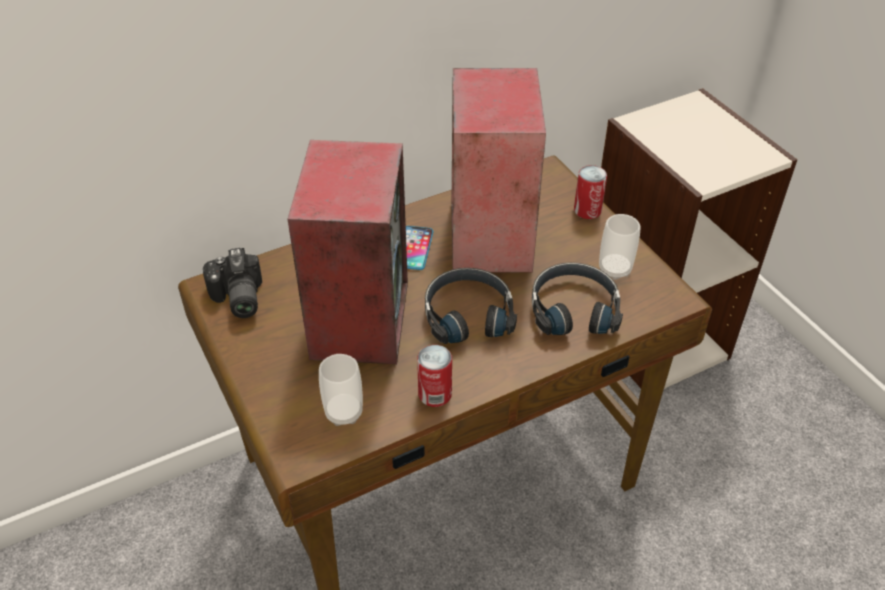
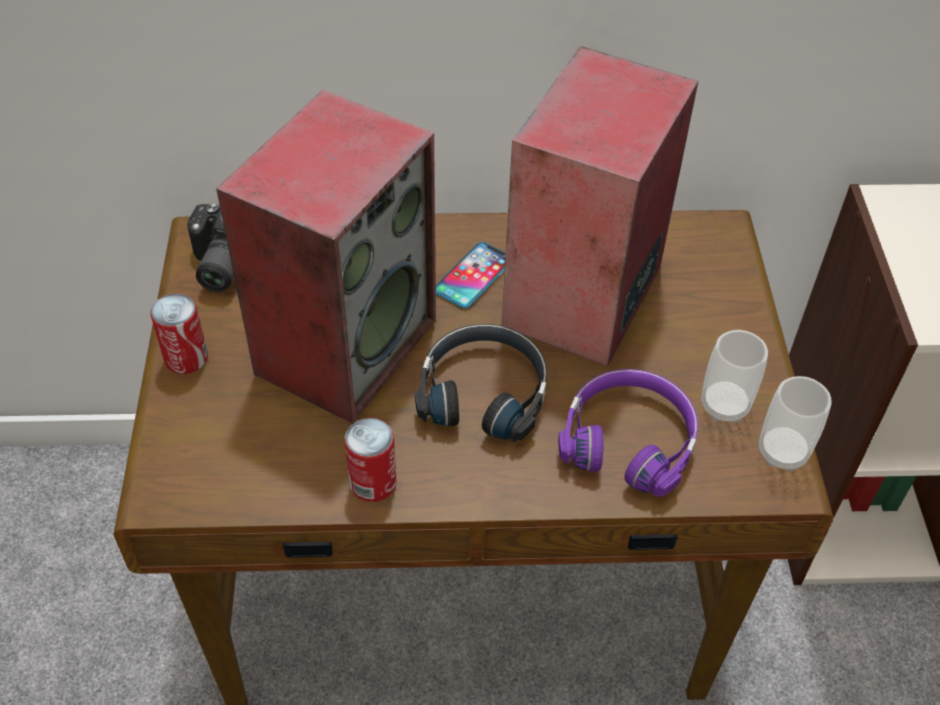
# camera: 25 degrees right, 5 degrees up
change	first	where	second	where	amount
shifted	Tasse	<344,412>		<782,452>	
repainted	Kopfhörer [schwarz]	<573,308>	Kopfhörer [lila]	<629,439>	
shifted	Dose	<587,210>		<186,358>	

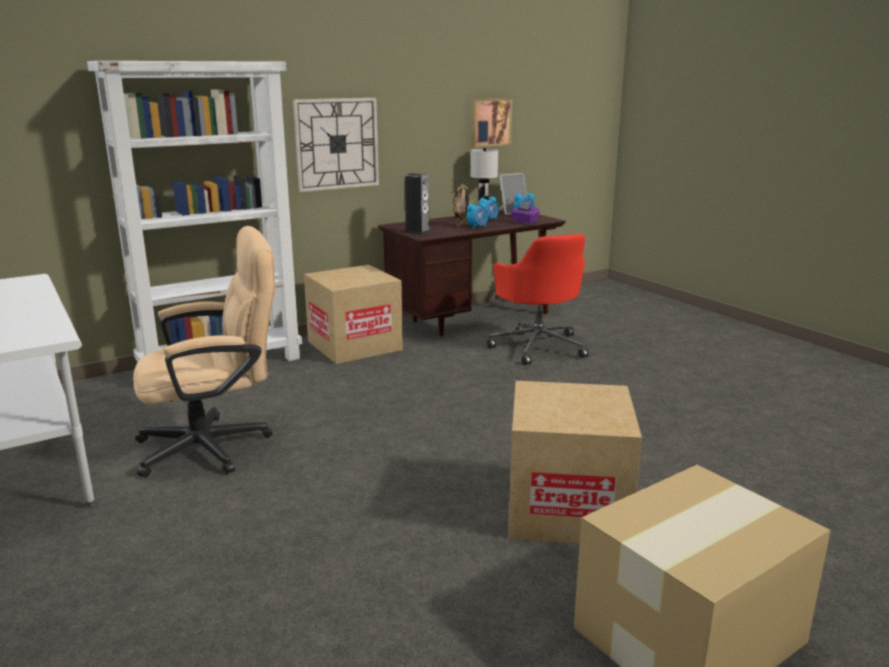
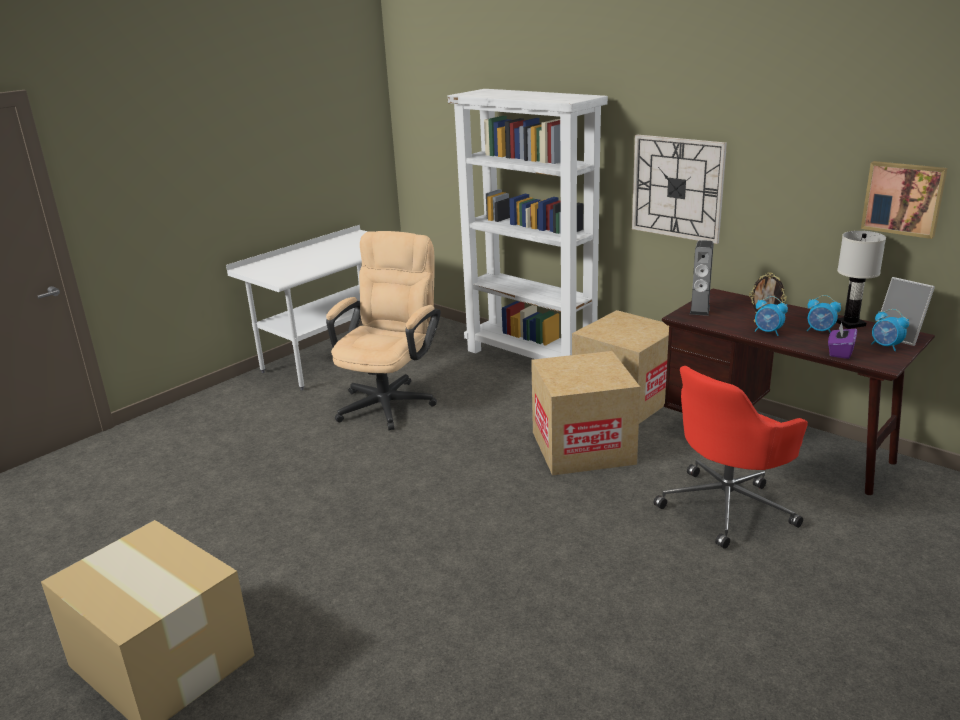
# camera: 75 degrees right, 5 degrees up
change	first	where	second	where	amount
rotated	Bürostuhl [beige]	<216,445>		<390,401>	120 degrees counterclockwise
shifted	Karton	<566,509>		<582,448>	

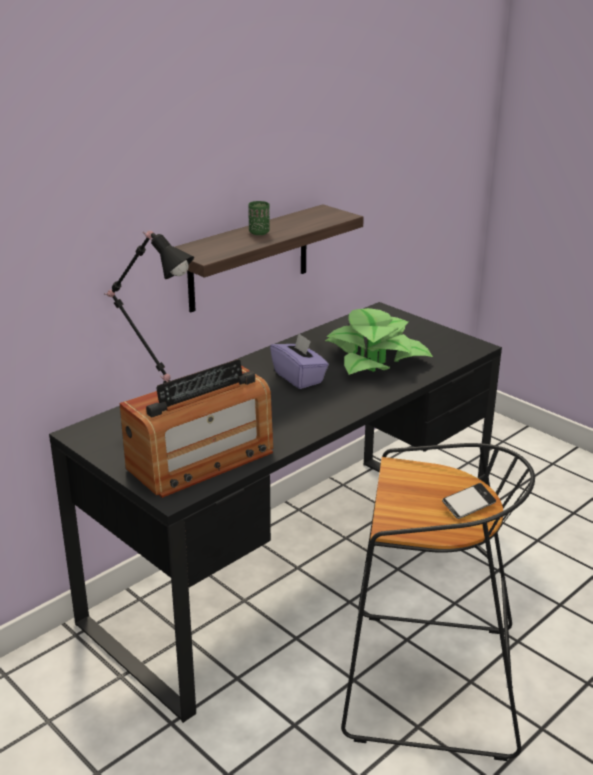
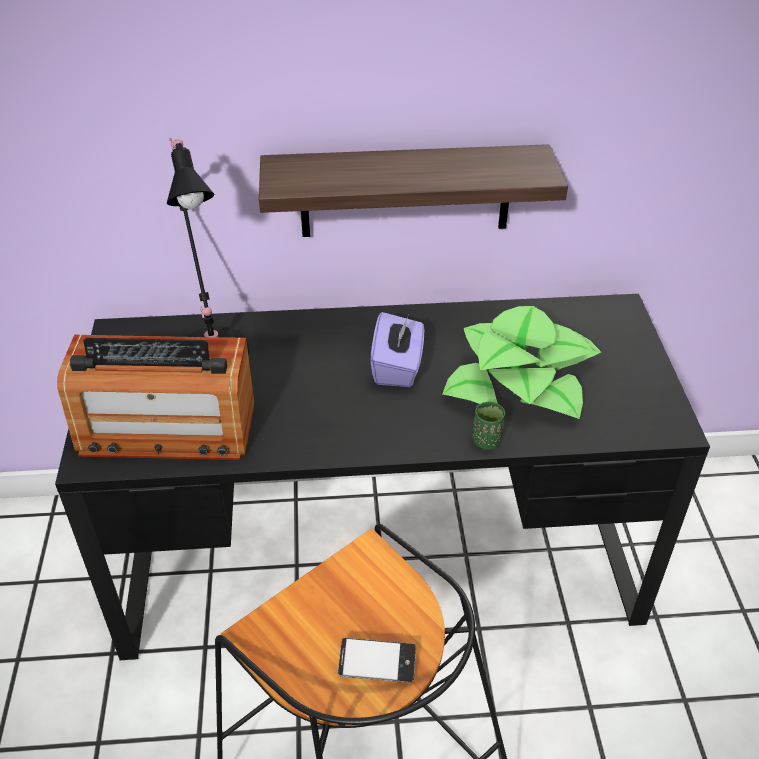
# camera: 40 degrees right, 15 degrees up
change	first	where	second	where	amount
shifted	Tasse [grün]	<259,233>		<486,441>	

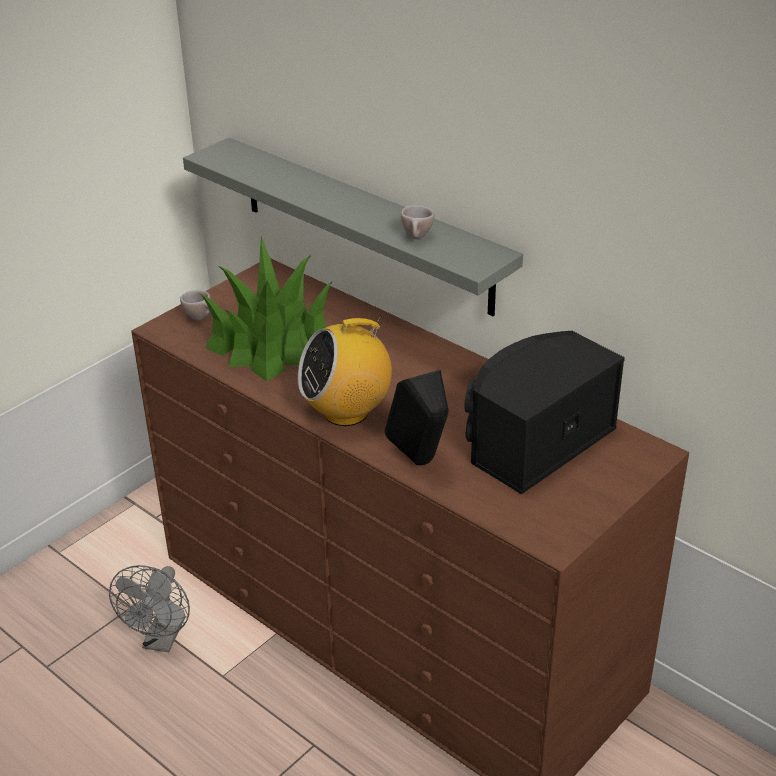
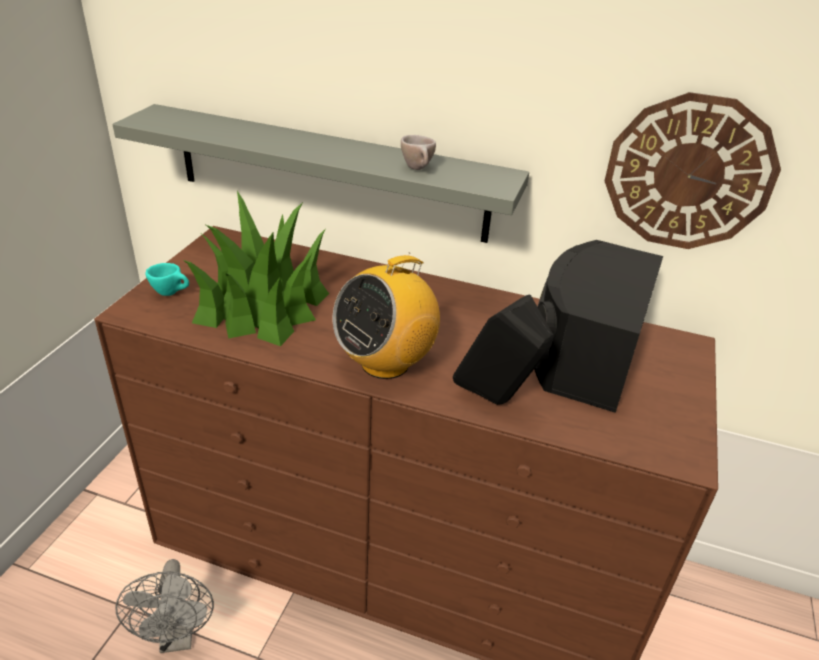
# camera: 25 degrees left, 0 degrees up
change	first	where	second	where	amount
repainted	Tasse [beige]	<201,318>	Tasse [türkis]	<172,293>	
new			Wanduhr	<688,173>	

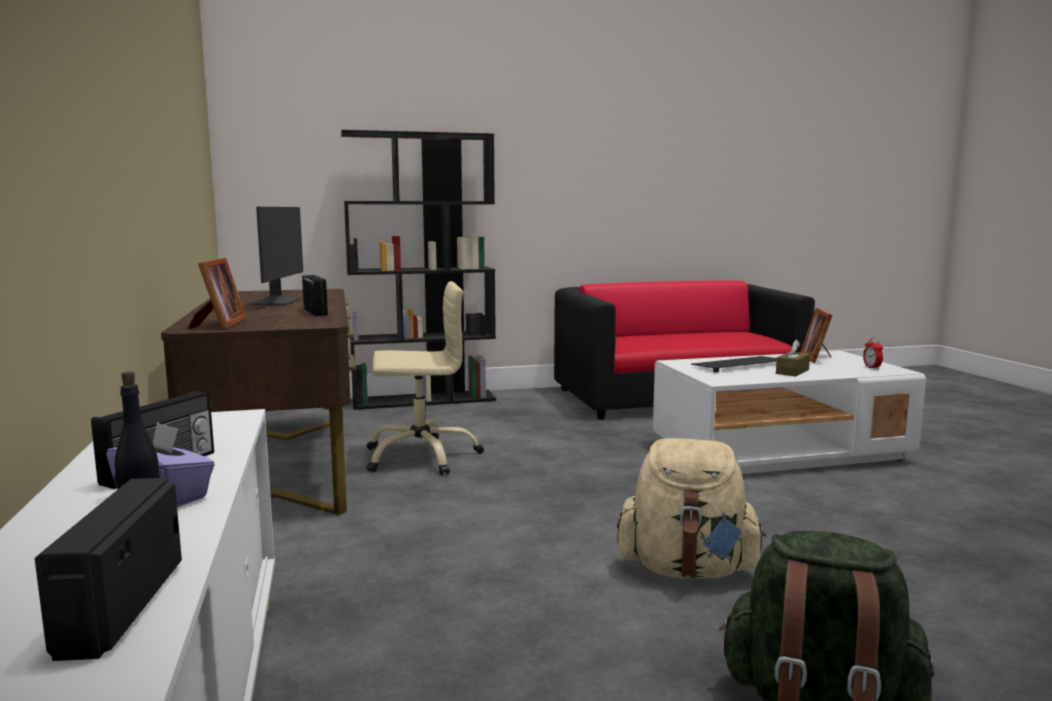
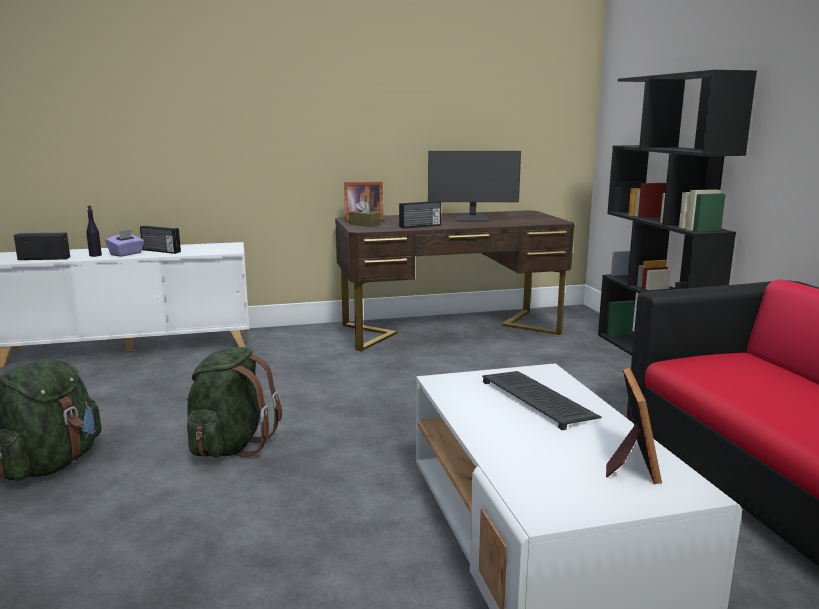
# camera: 90 degrees right, 5 degrees up
change	first	where	second	where	amount
gone	Bürostuhl [beige]	<421,456>			
repainted	Rucksack [beige]	<687,569>	Rucksack [grün]	<231,446>	
shifted	Taschentuchbox [braun]	<792,372>		<364,224>	
rotated	Bilderrahmen	<818,358>		<630,463>	90 degrees clockwise
gone	Wecker	<872,368>			

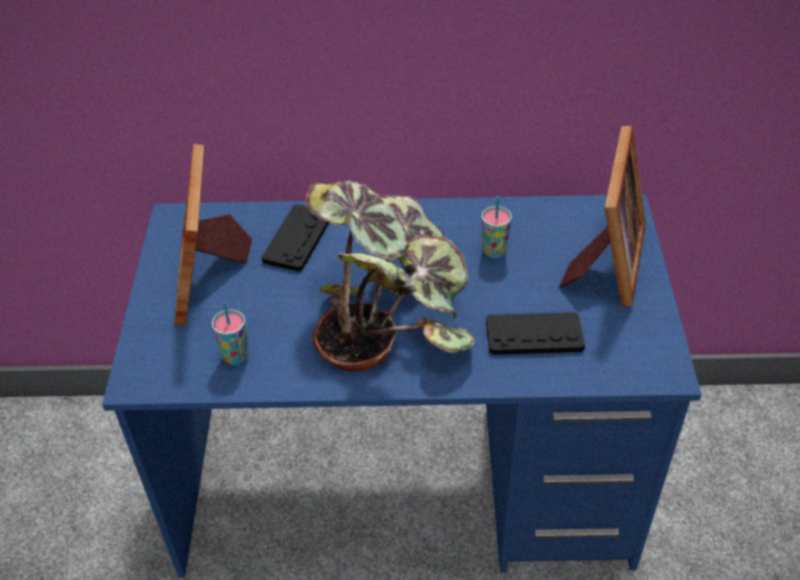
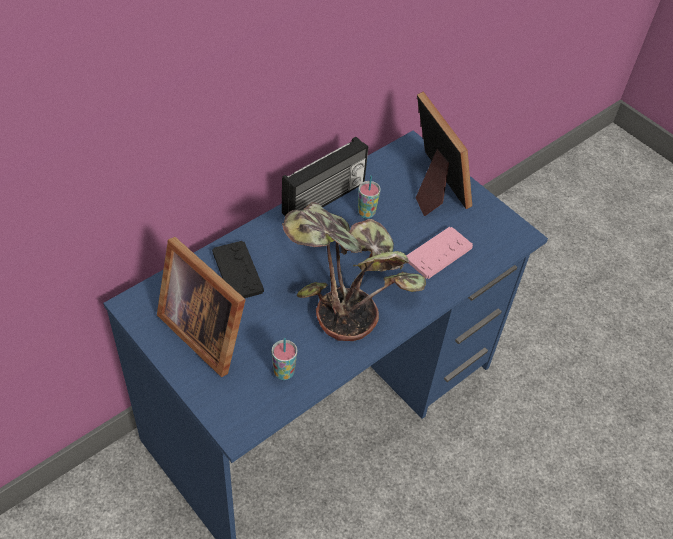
# camera: 45 degrees left, 5 degrees up
change	first	where	second	where	amount
repainted	Gamepad [schwarz]	<534,335>	Gamepad [rosa]	<438,253>	
new			Radio	<324,199>	

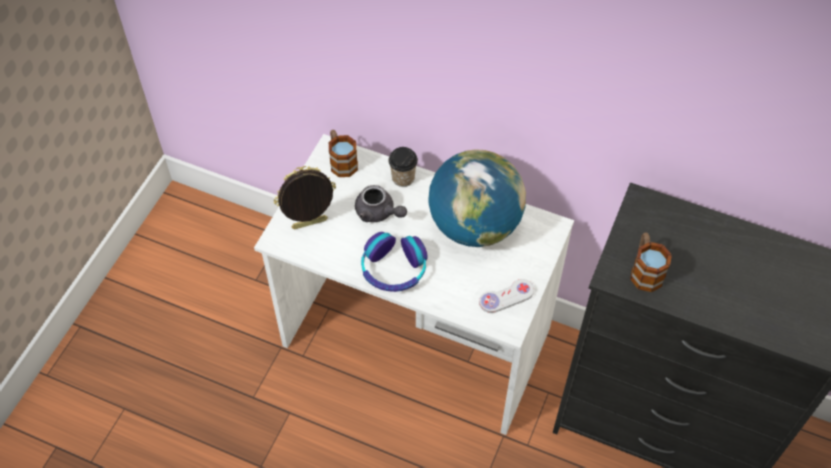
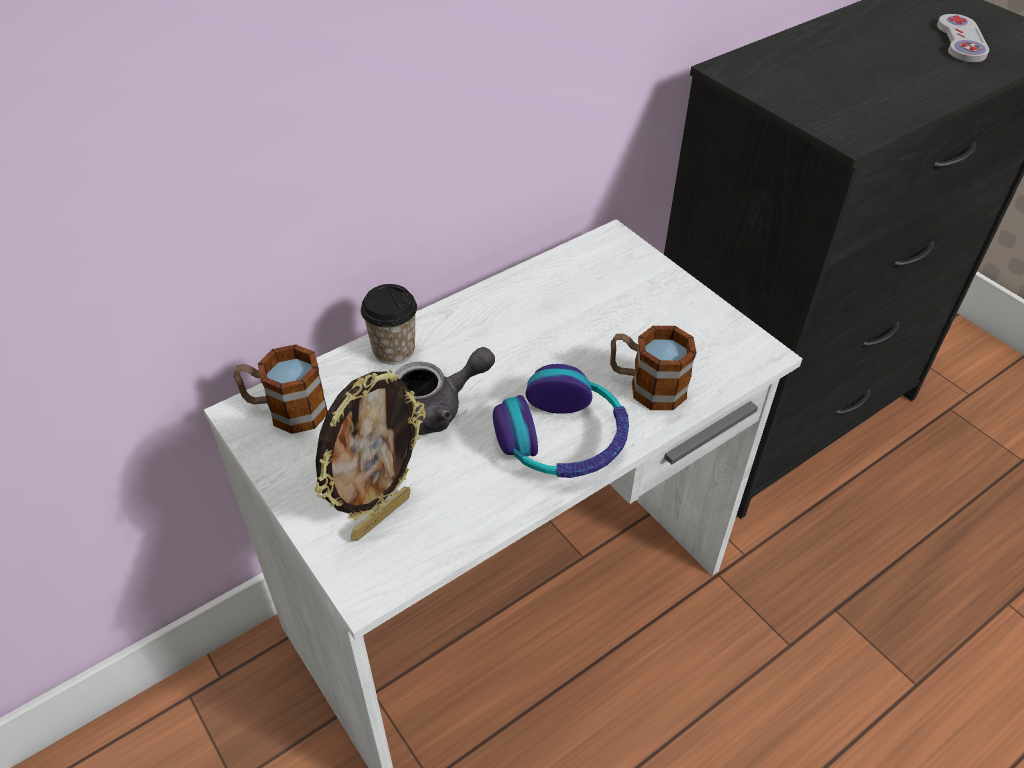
# camera: 60 degrees left, 10 degrees down
change	first	where	second	where	amount
rotated	Bilderrahmen	<310,225>		<380,515>	150 degrees counterclockwise
gone	Globus	<474,225>			
shifted	Gamepad [weiß]	<506,297>		<961,40>	
shifted	Henkelbecher	<645,270>		<646,386>	

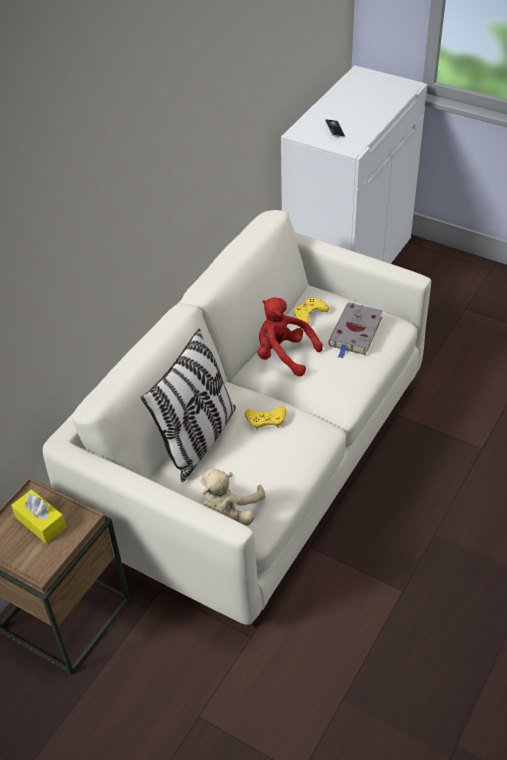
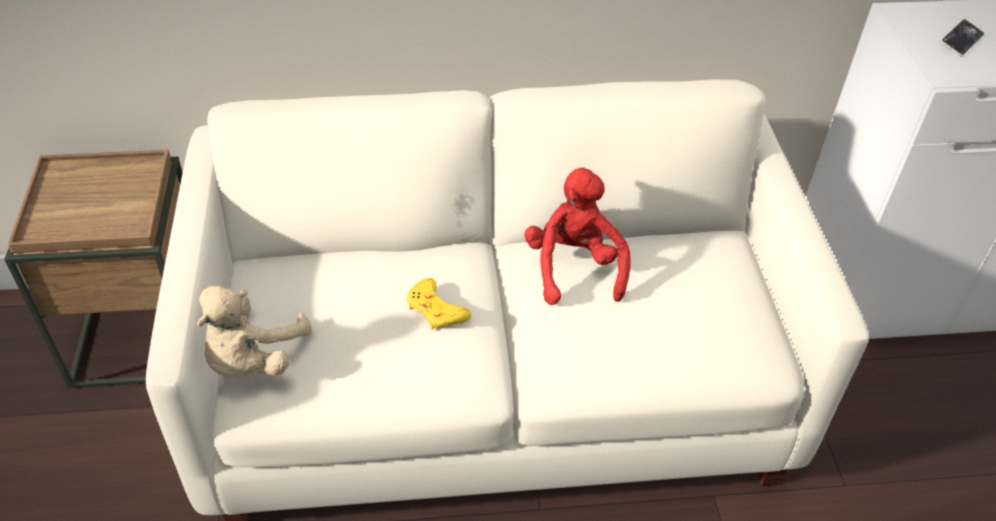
# camera: 50 degrees right, 0 degrees up
change	first	where	second	where	amount
gone	Taschentuchbox [gelb]	<40,522>			
gone	Kissen	<198,440>			
rotated	Plüschtier [beige]	<228,513>		<253,359>	60 degrees counterclockwise
gone	Gamepad [gelb]	<309,314>			
gone	Buch [grau]	<355,333>			

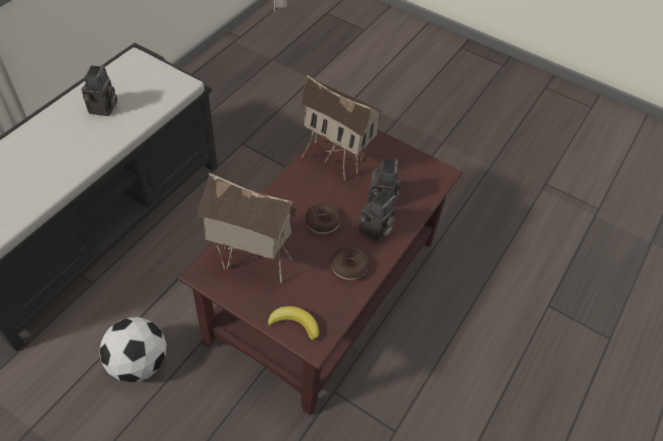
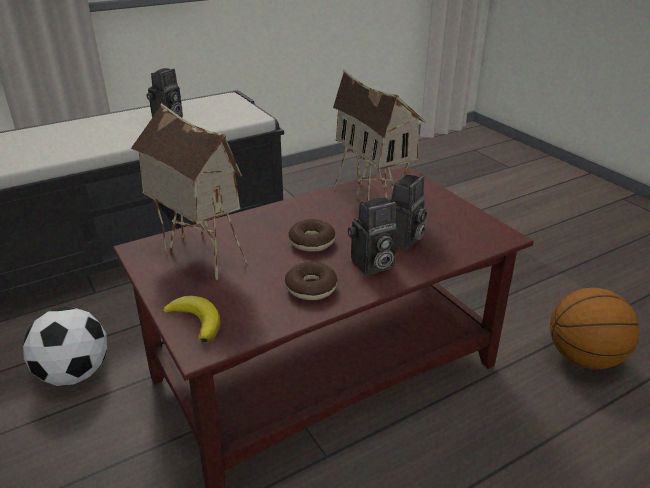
# camera: 30 degrees right, 20 degrees down
change	first	where	second	where	amount
new			Basketball	<584,358>	

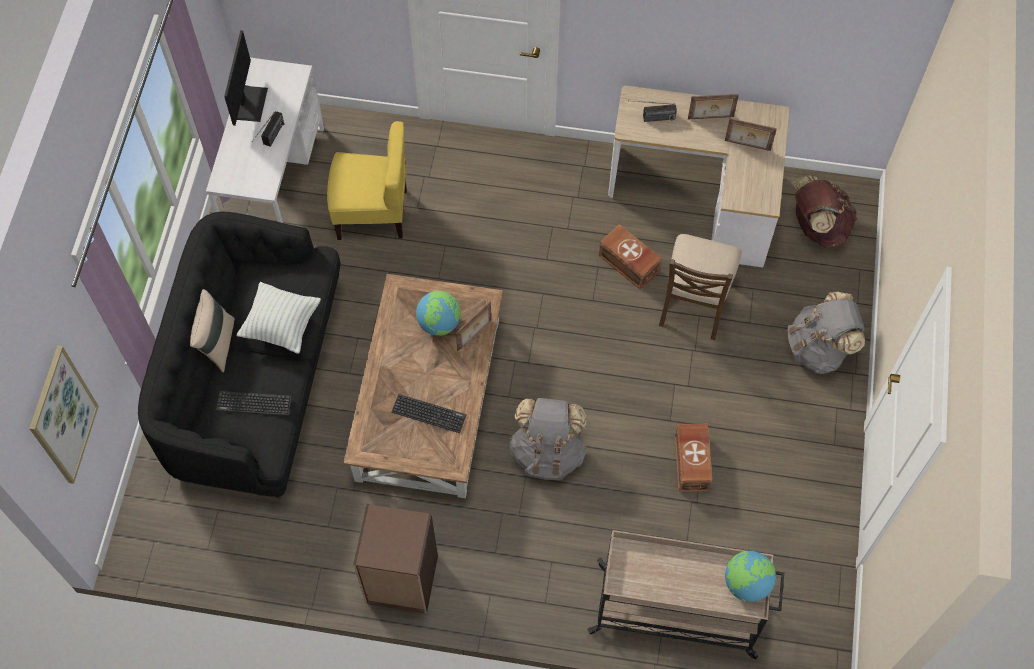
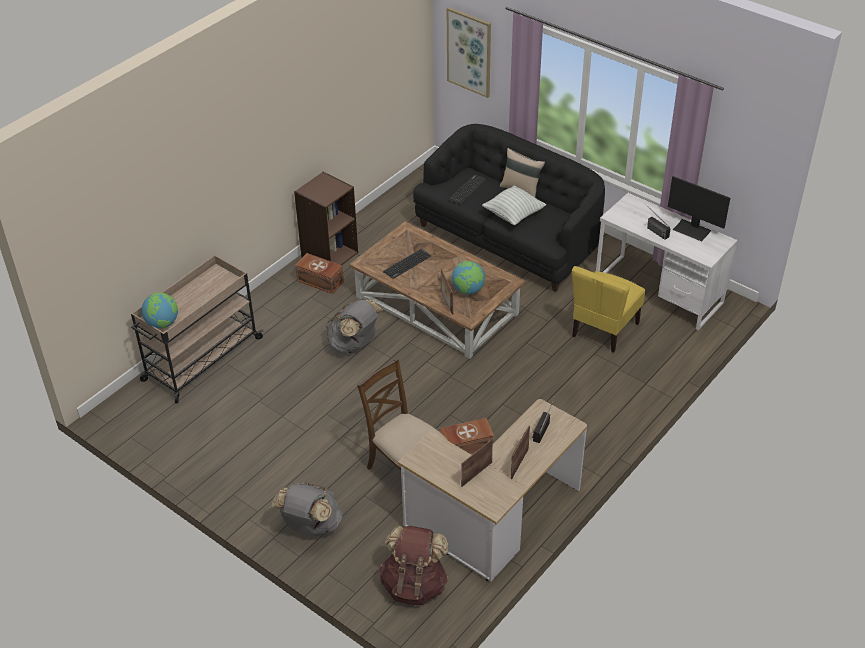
# camera: 120 degrees right, 20 degrees down
change	first	where	second	where	amount
shifted	Aufbewahrungsbox [braun]	<692,462>		<320,281>	

